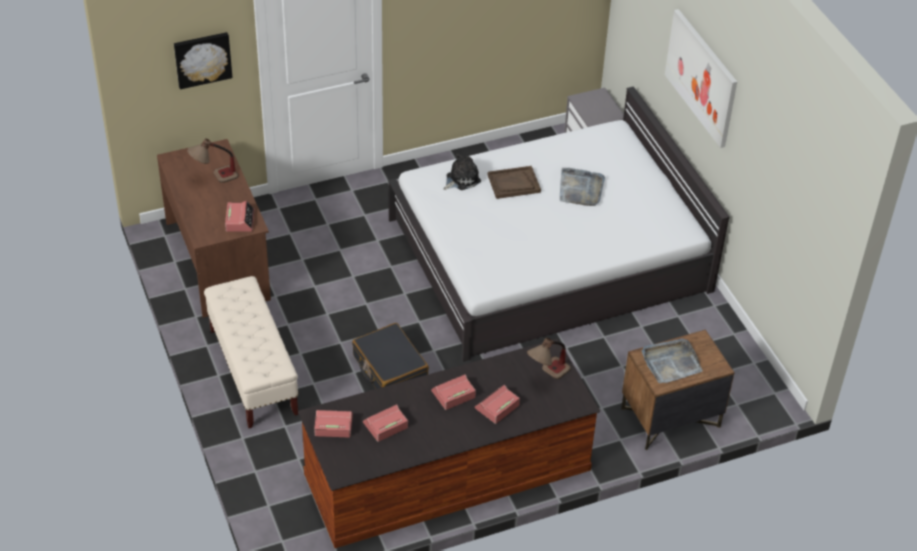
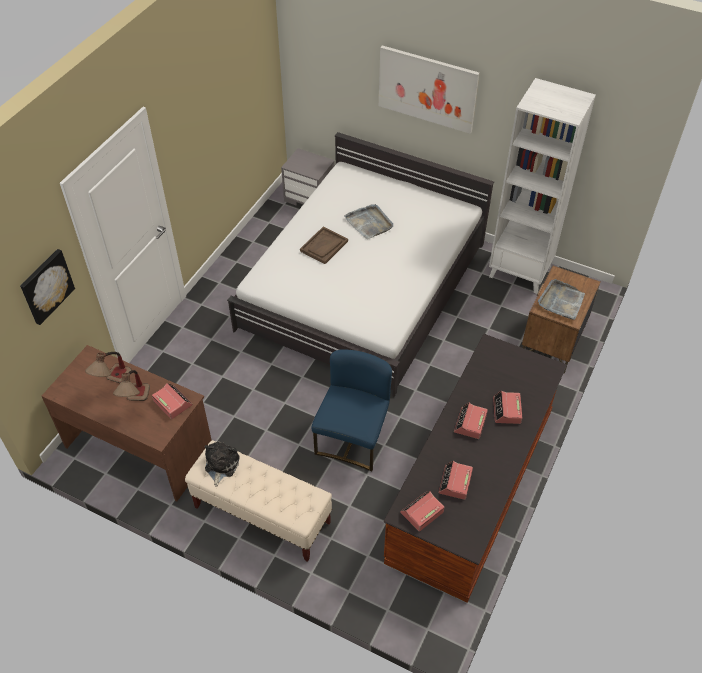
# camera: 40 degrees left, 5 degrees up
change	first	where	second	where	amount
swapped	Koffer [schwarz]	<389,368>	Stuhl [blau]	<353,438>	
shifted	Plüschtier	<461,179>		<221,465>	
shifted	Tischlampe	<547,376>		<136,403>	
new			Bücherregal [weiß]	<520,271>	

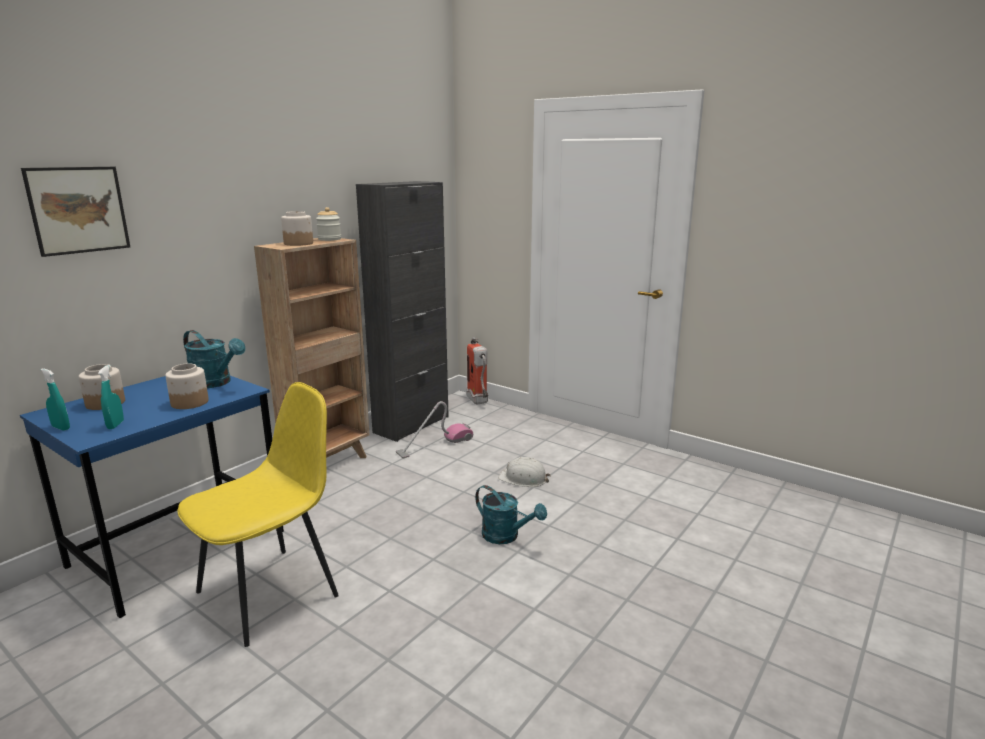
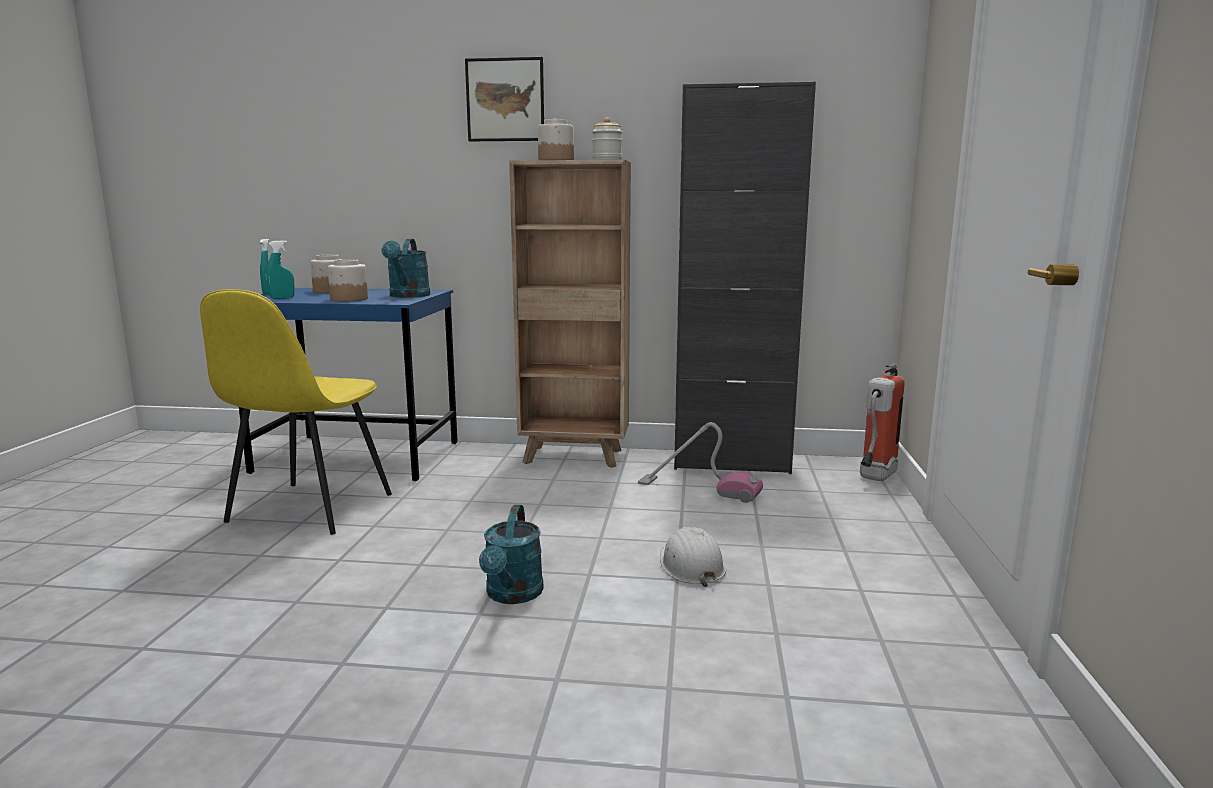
# camera: 60 degrees right, 5 degrees down
change	first	where	second	where	amount
shifted	Bild	<78,210>		<505,100>	
rotated	Stuhl [gelb]	<271,592>		<308,509>	90 degrees clockwise

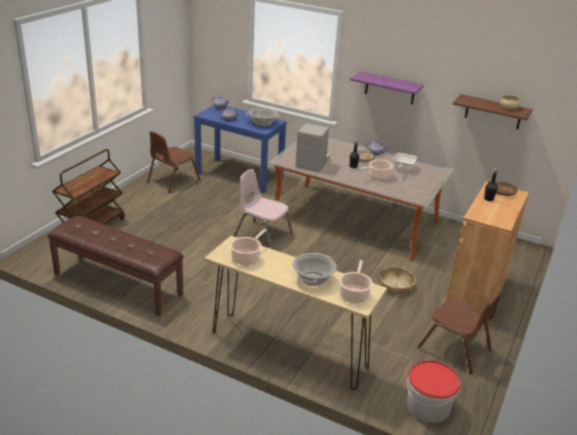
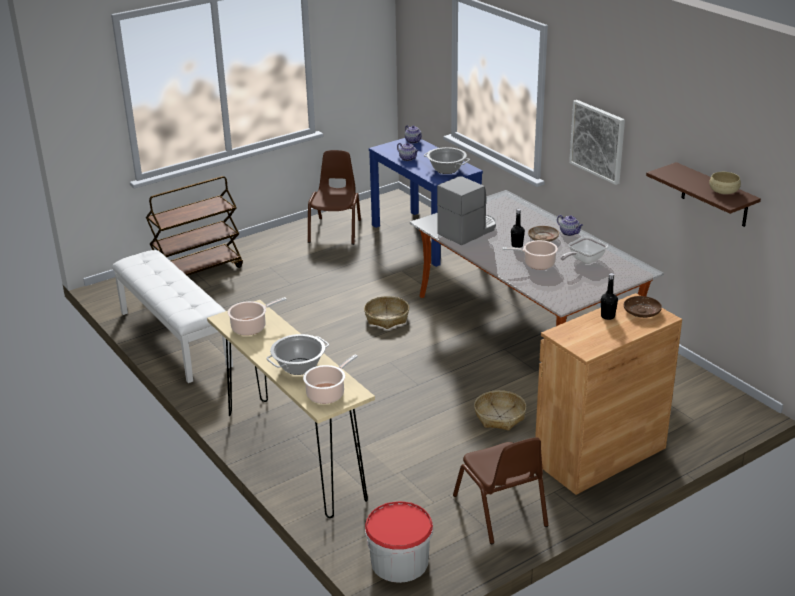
# camera: 30 degrees right, 0 degrees up
change	first	where	second	where	amount
repainted	Bank [braun]	<117,284>	Bank [weiß]	<174,339>	
rotated	Stuhl [braun]	<173,181>		<336,231>	120 degrees clockwise
swapped	Stuhl [rosa]	<263,235>	Korb	<386,318>	
swapped	Wandregal [lila]	<390,88>	Bild	<598,141>	

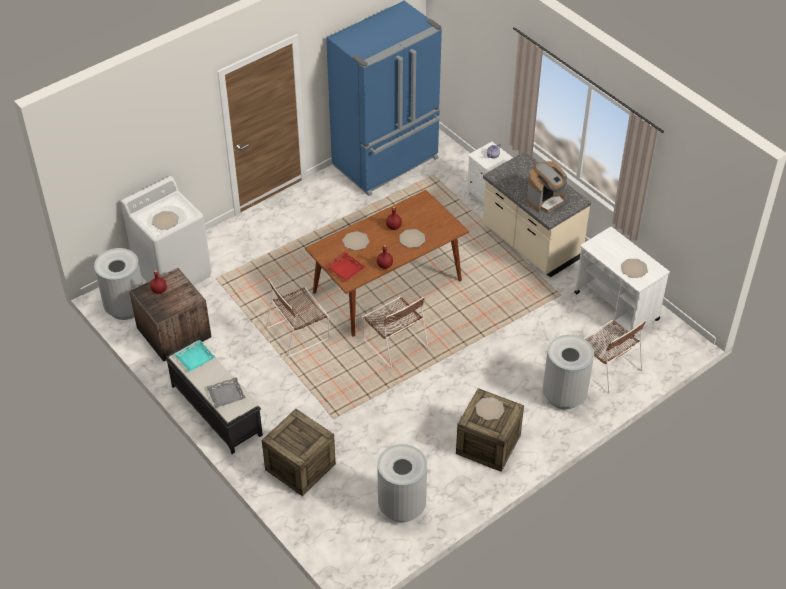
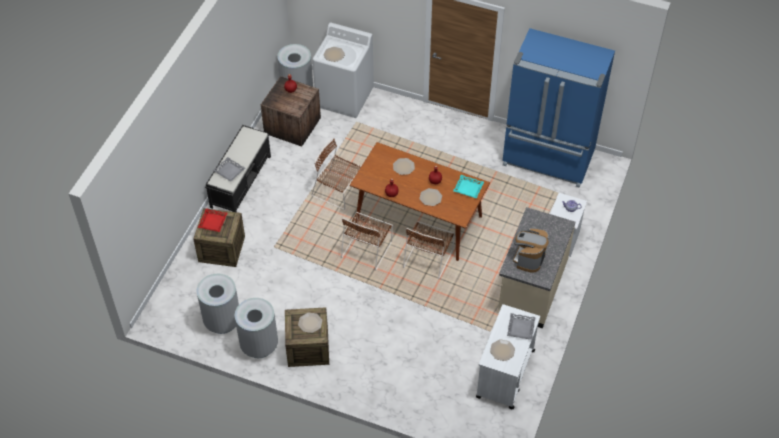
# camera: 60 degrees right, 5 degrees up
change	first	where	second	where	amount
shifted	Tablett [türkis]	<195,358>		<468,188>	
shifted	Tablett [rot]	<345,269>		<212,222>	
rotated	Kaffeemaschine	<546,200>		<528,258>	90 degrees clockwise
shifted	Mülleimer [grau]	<564,395>		<259,345>	
shifted	Stuhl [braun]	<606,366>		<428,257>	
new			Tablett [grau]	<520,328>	

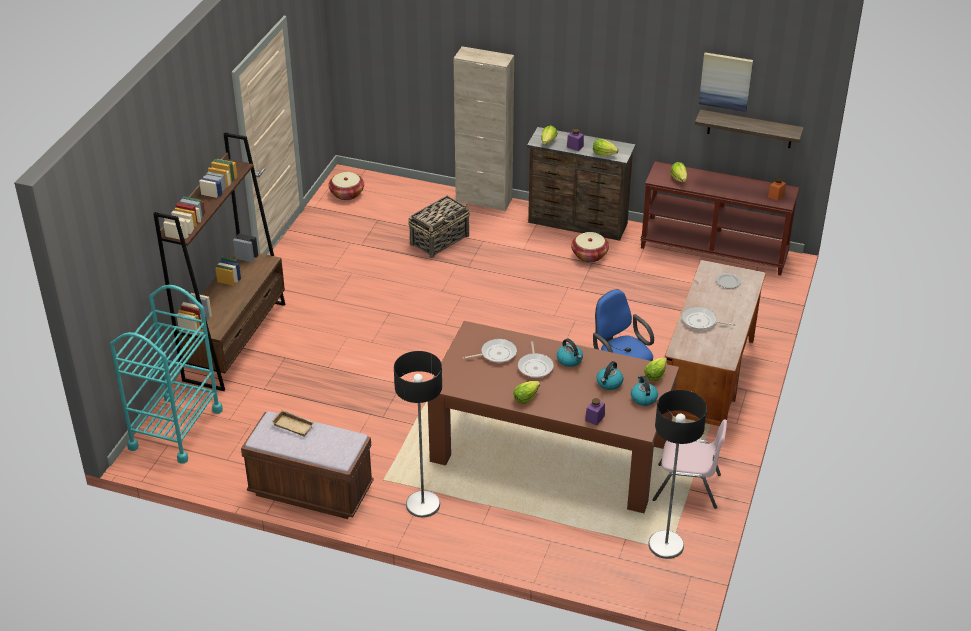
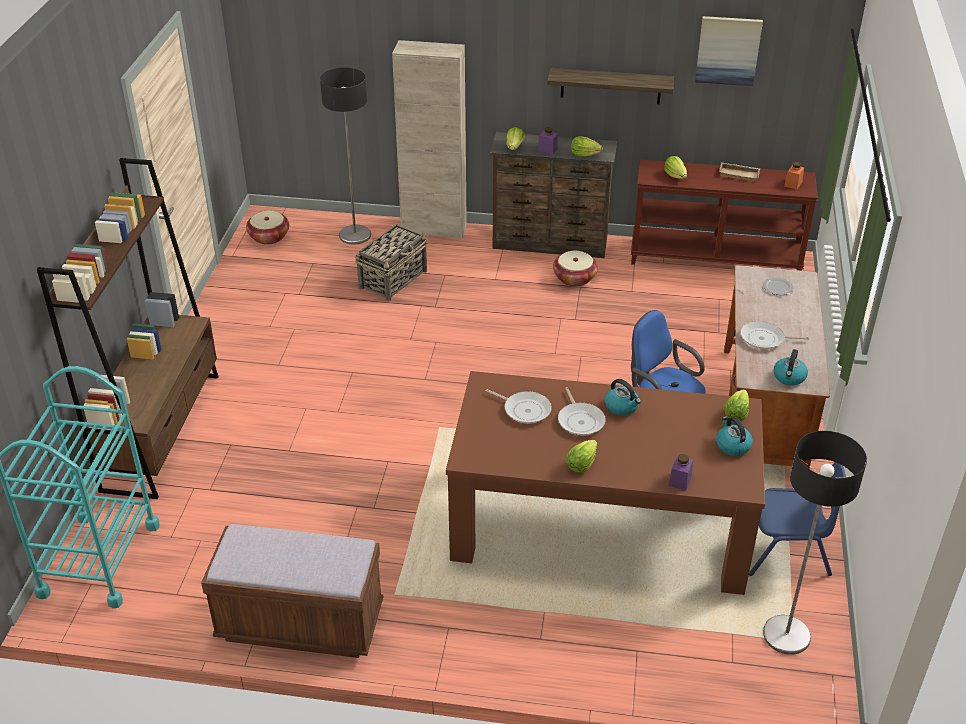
# camera: 10 degrees left, 0 degrees up
change	first	where	second	where	amount
shifted	Tablett [beige]	<294,425>		<739,174>	
shifted	Stehlampe	<422,505>		<354,235>	
rotated	Pfanne	<496,354>		<525,409>	60 degrees clockwise
shifted	Wasserkessel	<609,383>		<789,377>	
repainted	Stuhl [rosa]	<687,487>	Stuhl [blau]	<785,551>	
shifted	Wandregal	<750,129>		<610,86>	

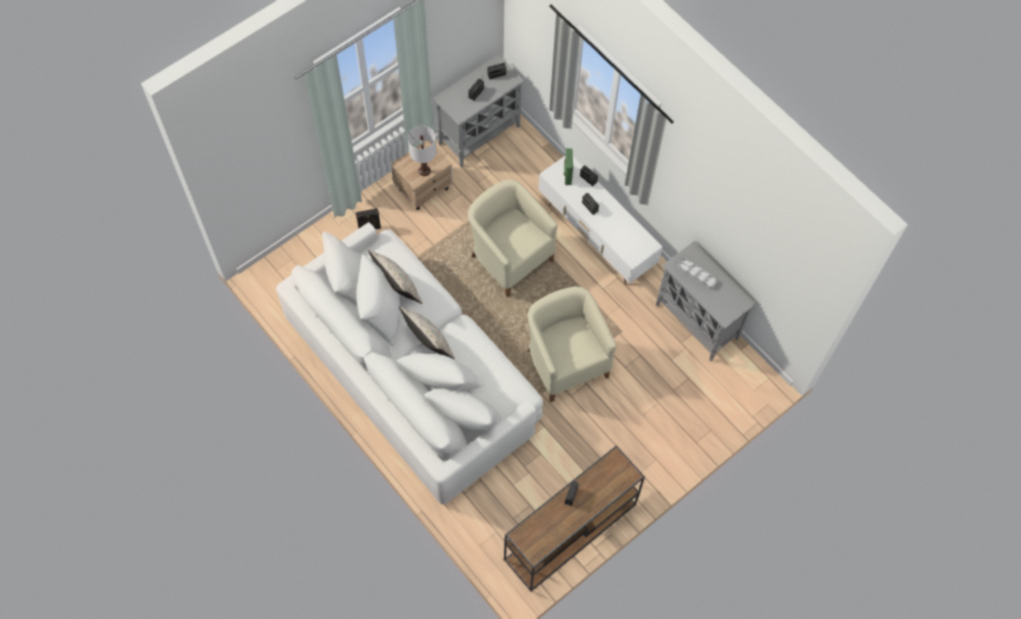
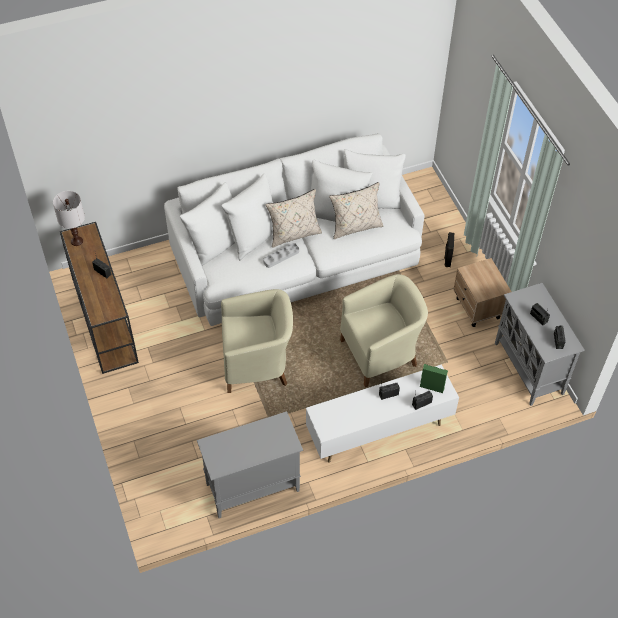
# camera: 110 degrees right, 10 degrees down
change	first	where	second	where	amount
shifted	Tischlampe [weiß]	<424,171>		<77,241>	
shifted	Tablett [grau]	<696,274>		<281,257>	

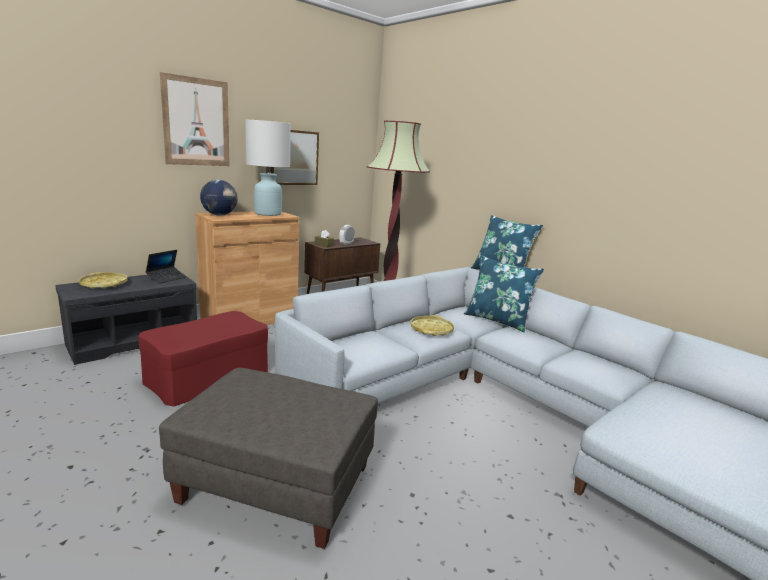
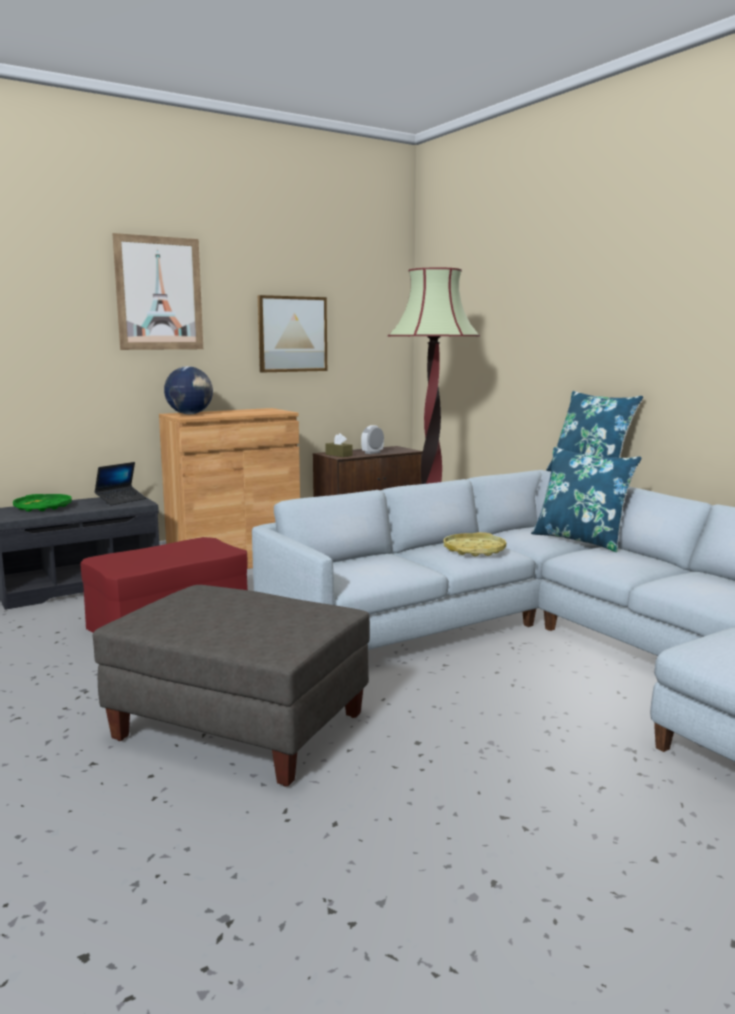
# camera: 10 degrees right, 5 degrees down
change	first	where	second	where	amount
repainted	Tablett [gelb]	<104,284>	Tablett [grün]	<43,507>	
gone	Tischlampe [weiß]	<268,214>			

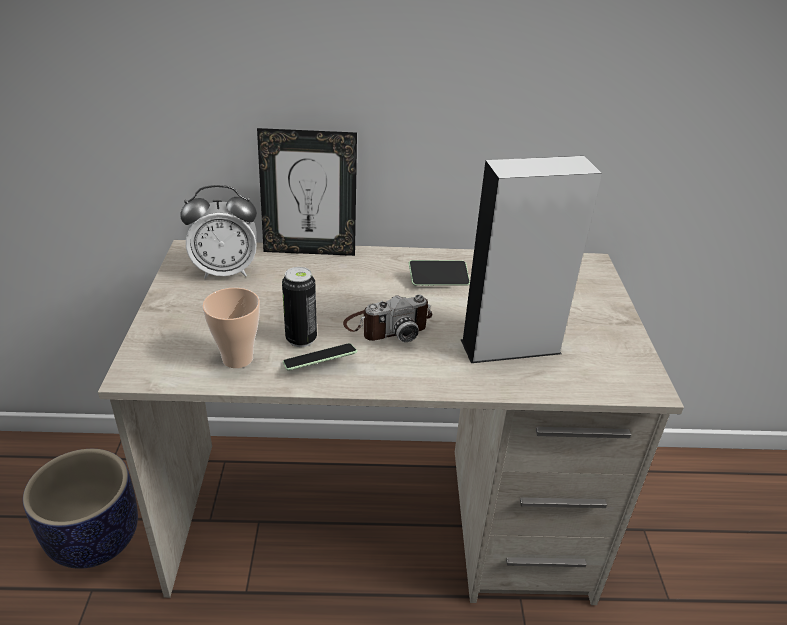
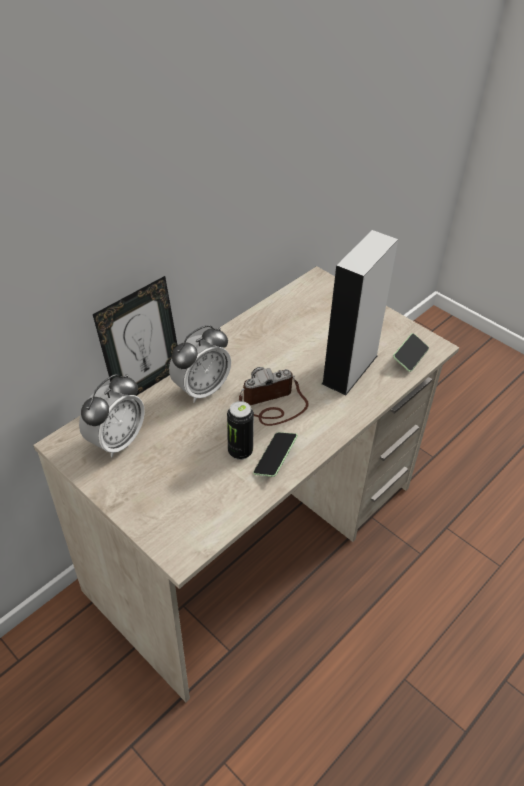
# camera: 45 degrees left, 10 degrees up
change	first	where	second	where	amount
gone	Pflanzkübel	<94,540>			
gone	Tasse	<237,358>			
rotated	Kamera	<387,326>		<273,404>	135 degrees counterclockwise
shifted	Handy	<438,280>		<410,357>	
new			Wecker	<201,389>	

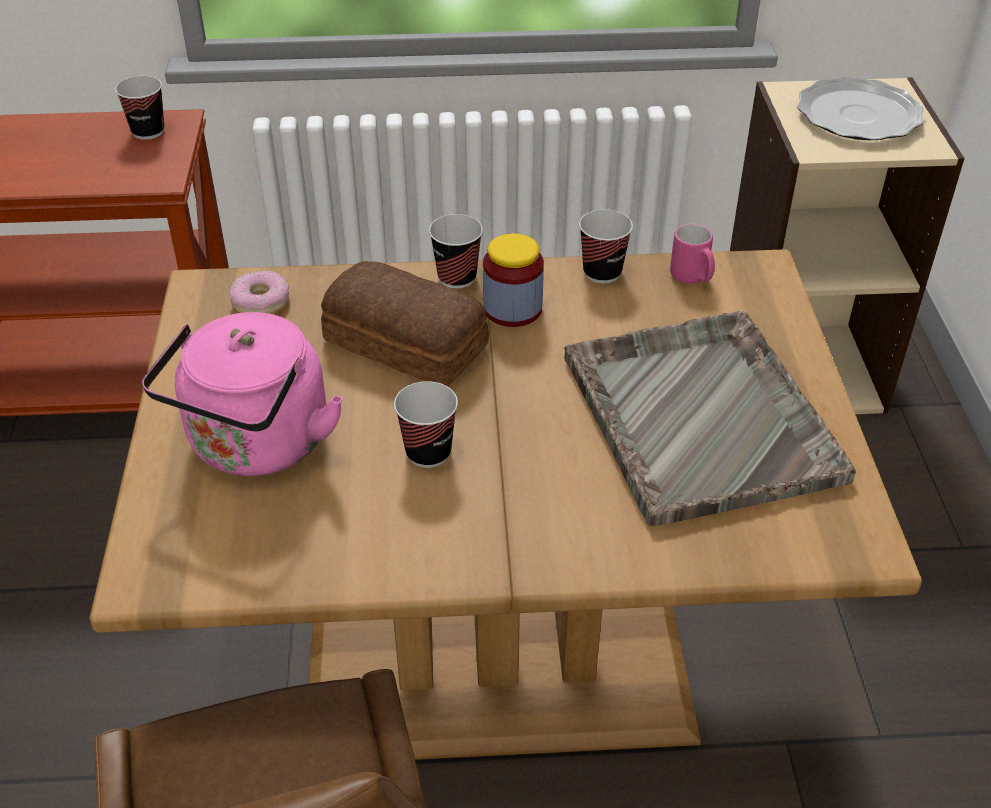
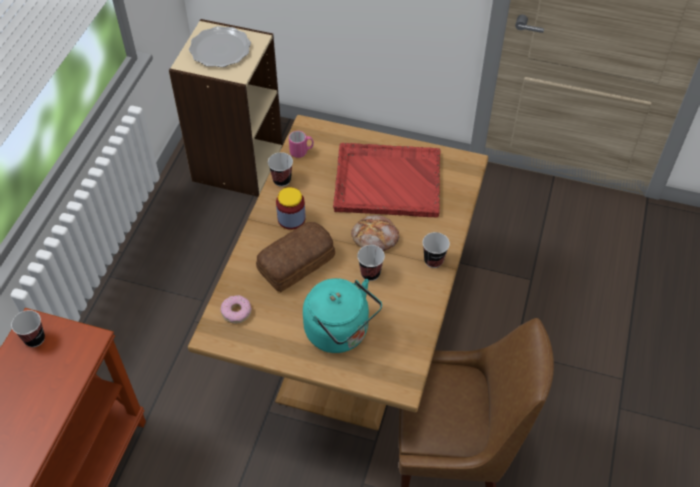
# camera: 70 degrees left, 10 degrees up
change	first	where	second	where	amount
repainted	Wasserkessel [rosa]	<256,446>	Wasserkessel [türkis]	<340,332>	
shifted	Tasse	<457,277>		<433,260>	
repainted	Tablett [grau]	<699,415>	Tablett [rot]	<386,181>	
new			Brot	<375,238>	

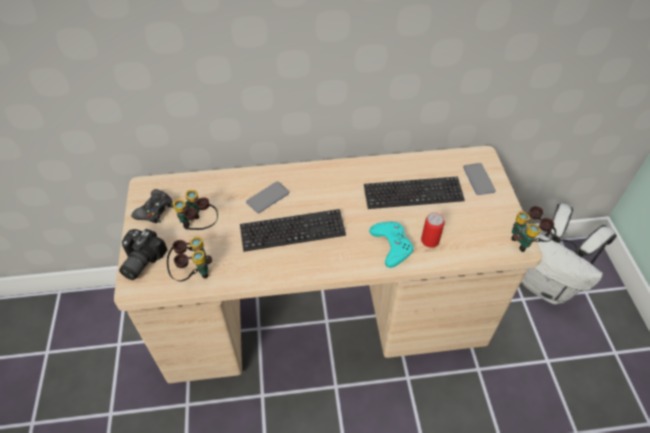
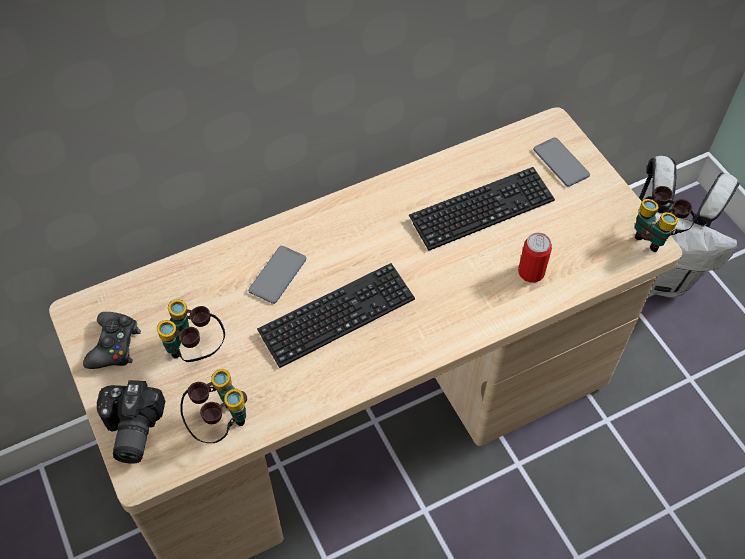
# camera: 20 degrees left, 5 degrees up
change	first	where	second	where	amount
gone	Gamepad [türkis]	<391,245>			

